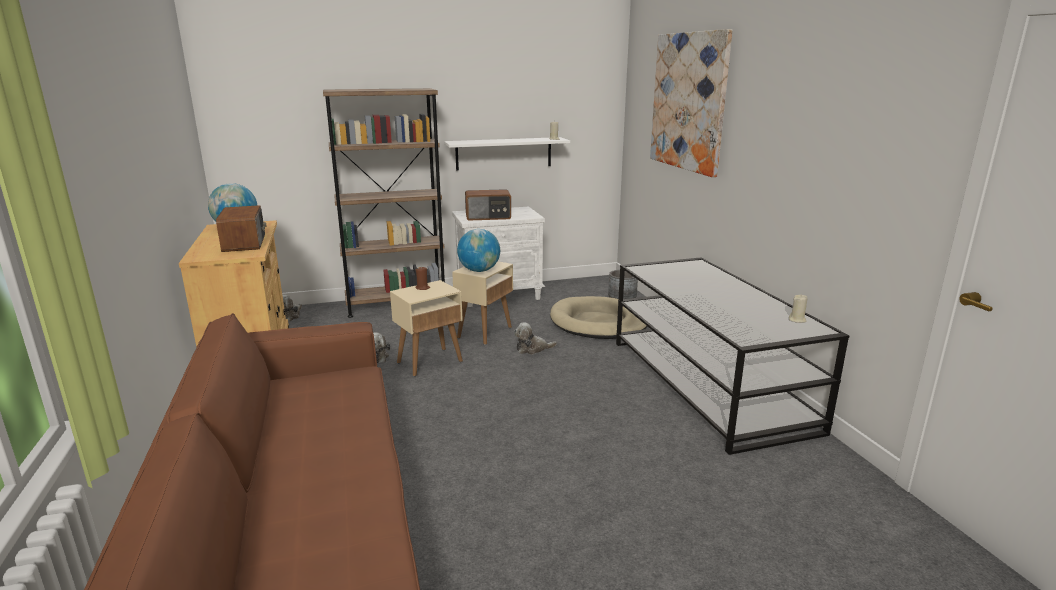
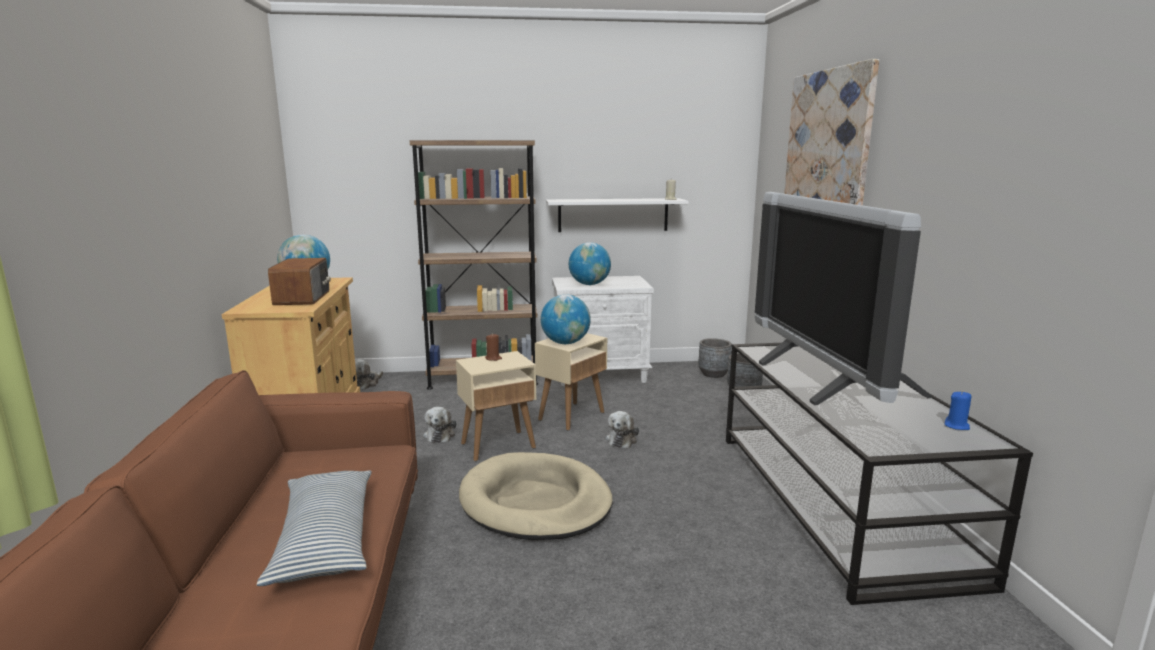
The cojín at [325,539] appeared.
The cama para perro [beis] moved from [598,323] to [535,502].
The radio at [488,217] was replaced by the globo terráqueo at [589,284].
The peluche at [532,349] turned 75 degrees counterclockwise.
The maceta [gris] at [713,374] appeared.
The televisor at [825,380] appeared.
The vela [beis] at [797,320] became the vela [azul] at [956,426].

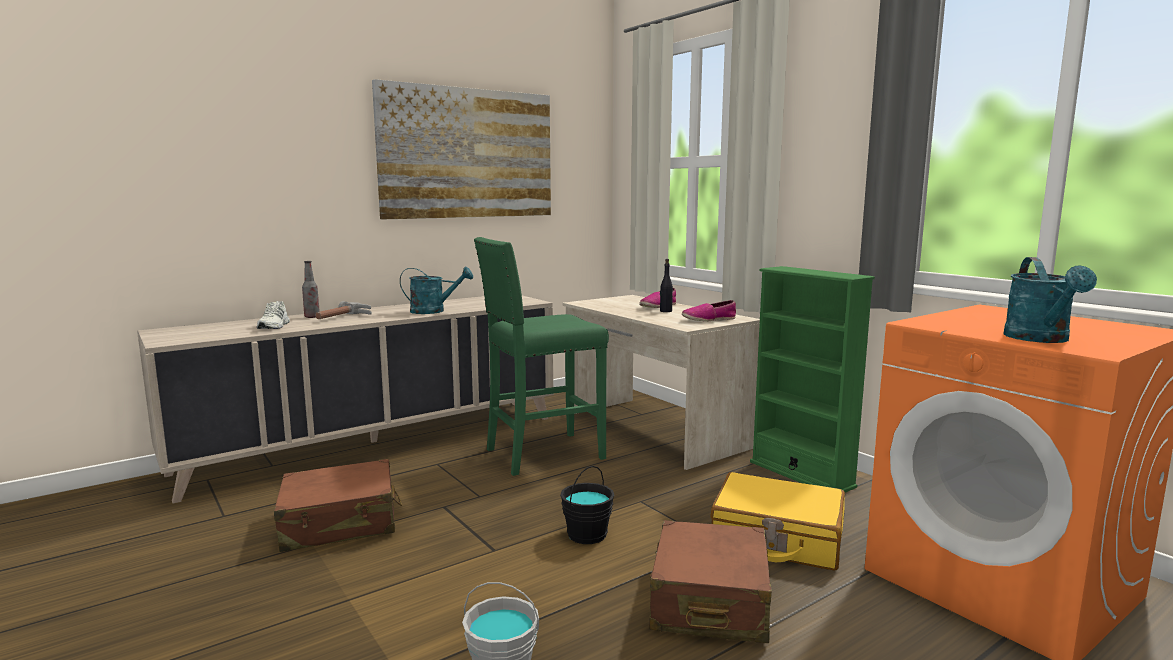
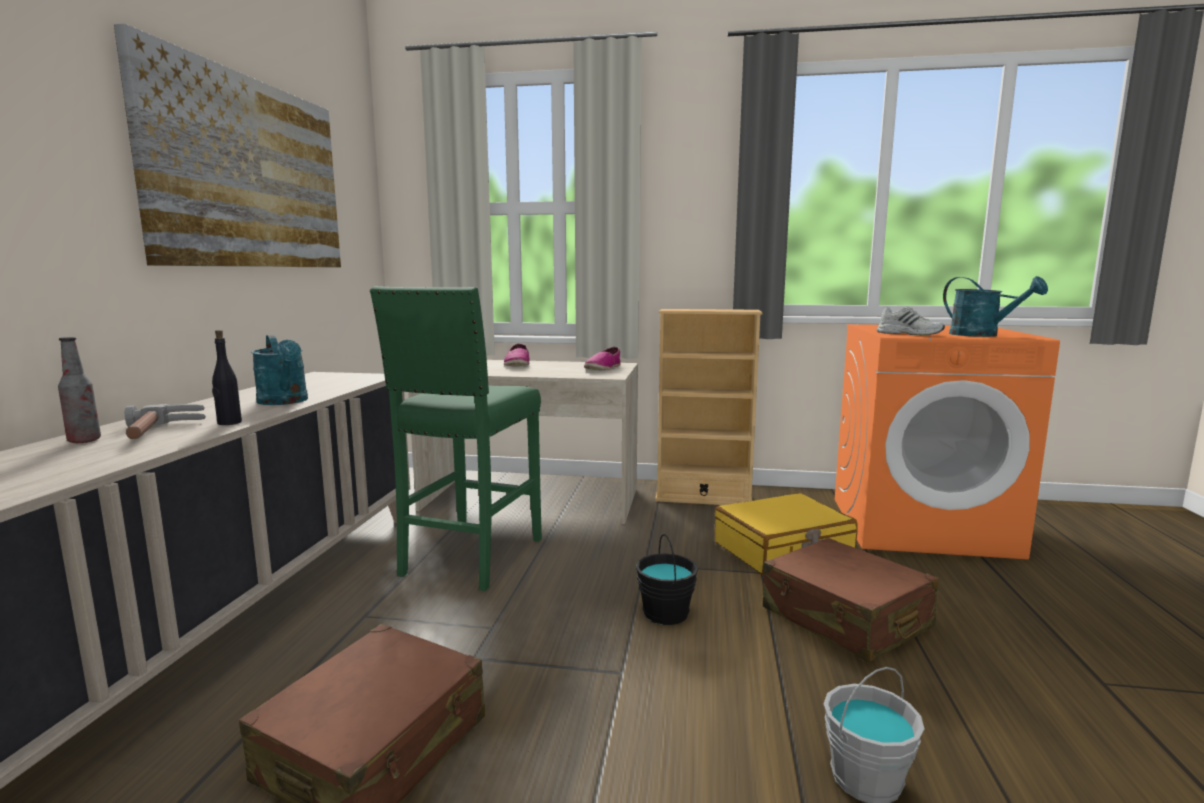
The botella [negro] moved from [665,311] to [229,423].
The regadera [turquesa] at [434,311] turned 105 degrees clockwise.
The estantería [verde] at [801,474] became the estantería [beis] at [703,498].
The zapato [blanco] moved from [274,326] to [909,334].

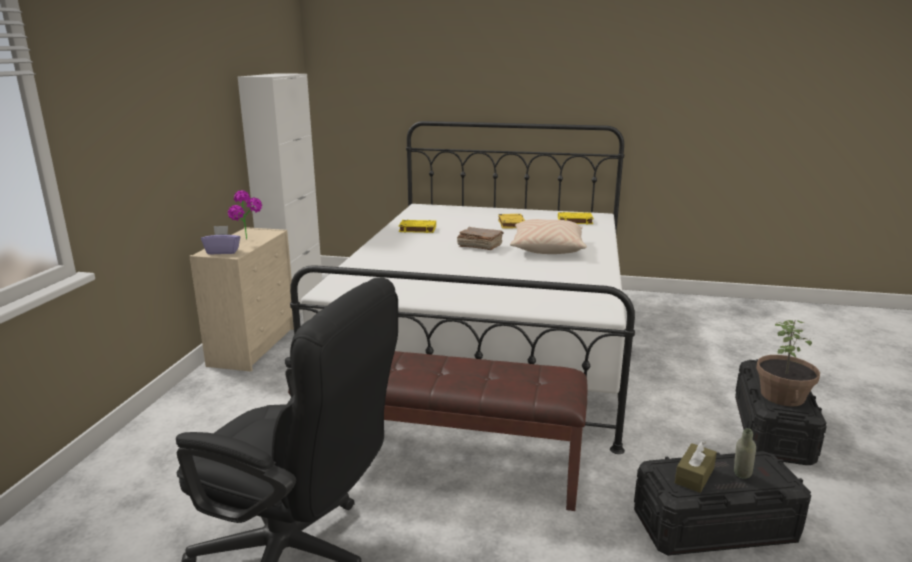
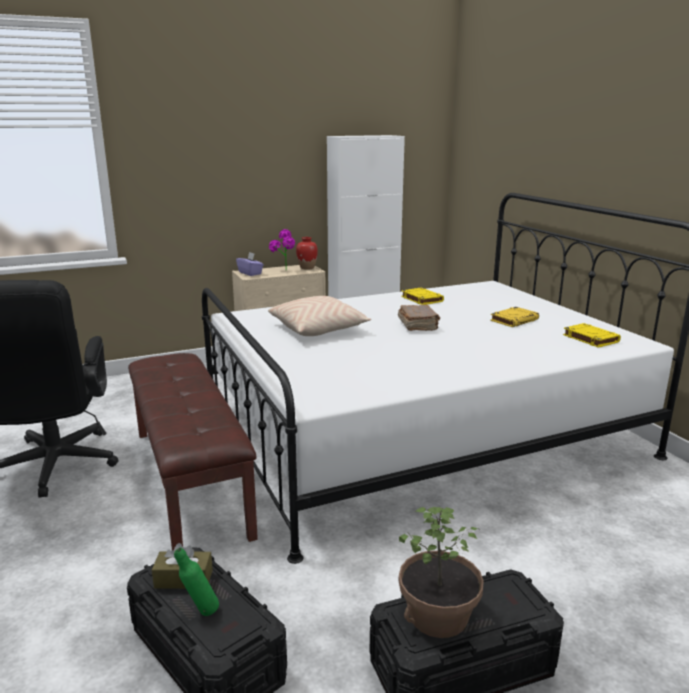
The botella [gris] at [740,479] became the botella [verde] at [200,612].
The cojín [beis] moved from [547,248] to [319,329].
The florero [rojo] at [307,268] appeared.

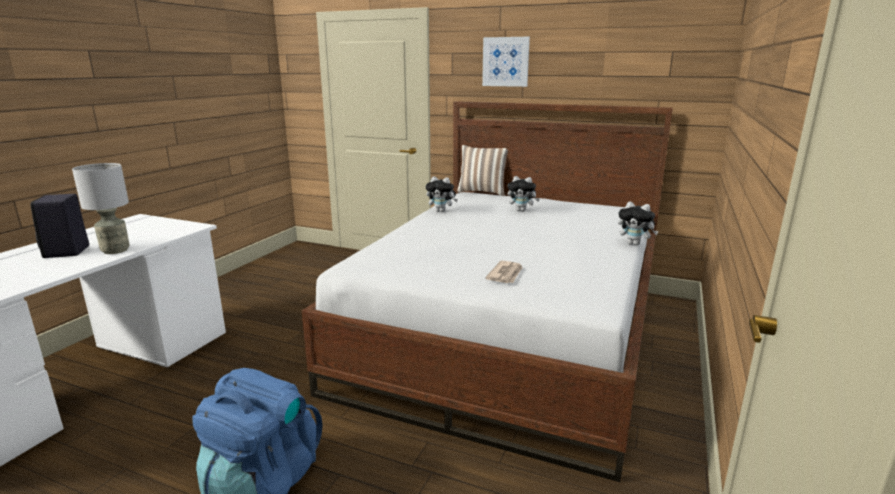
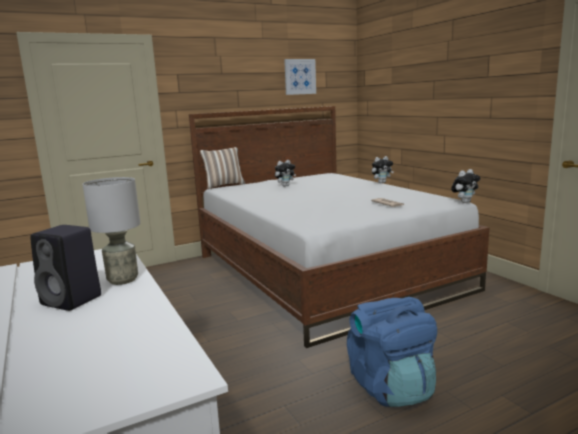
The cuadro moved from [505,62] to [300,76].
The peluche moved from [441,211] to [464,202].

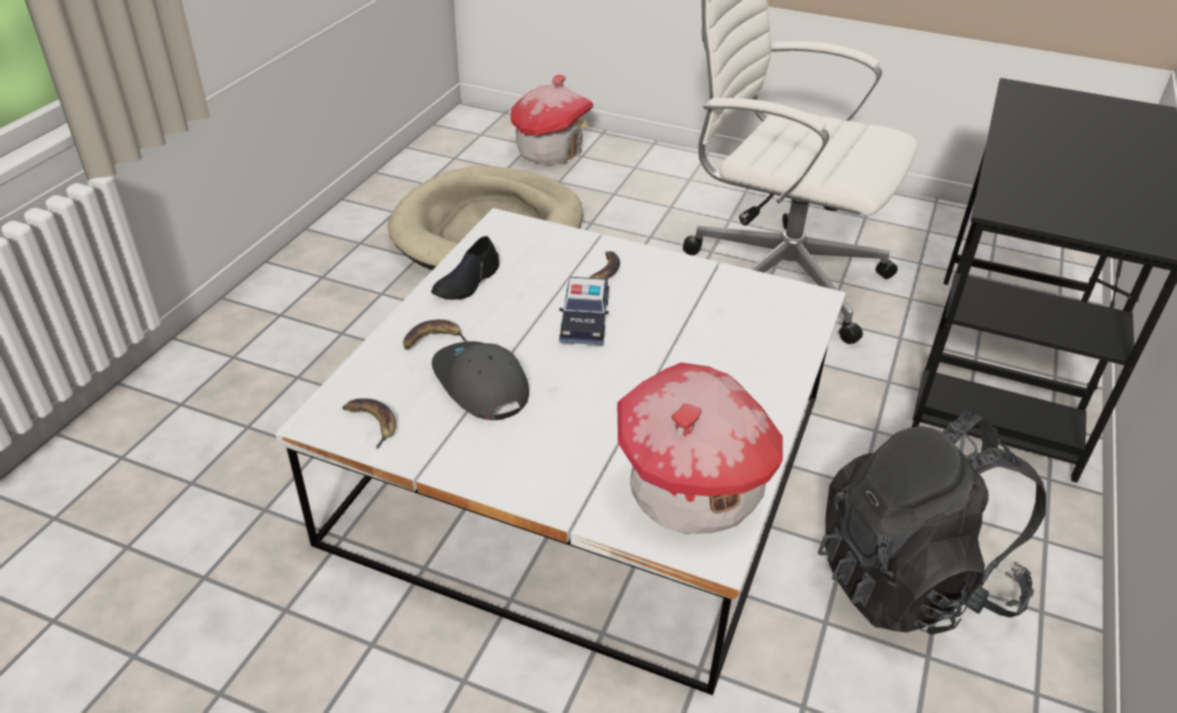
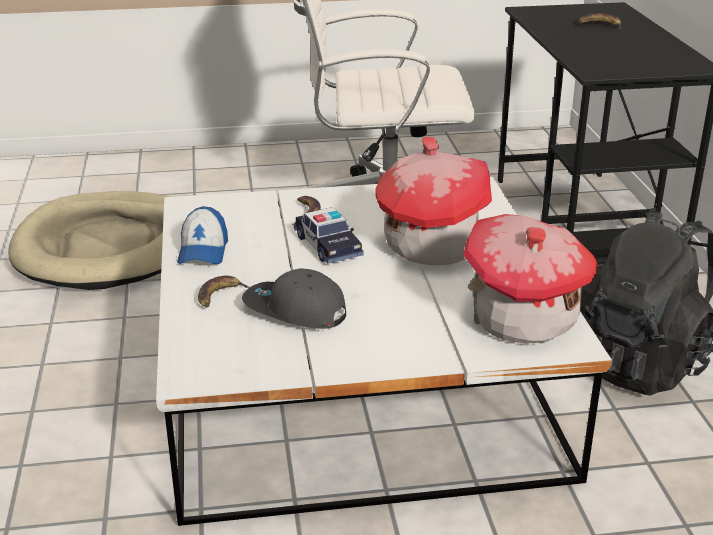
The zapato [negro] at [467,282] was replaced by the gorra at [203,251].
The casita moved from [550,151] to [432,245].
The plátano moved from [371,423] to [599,25].

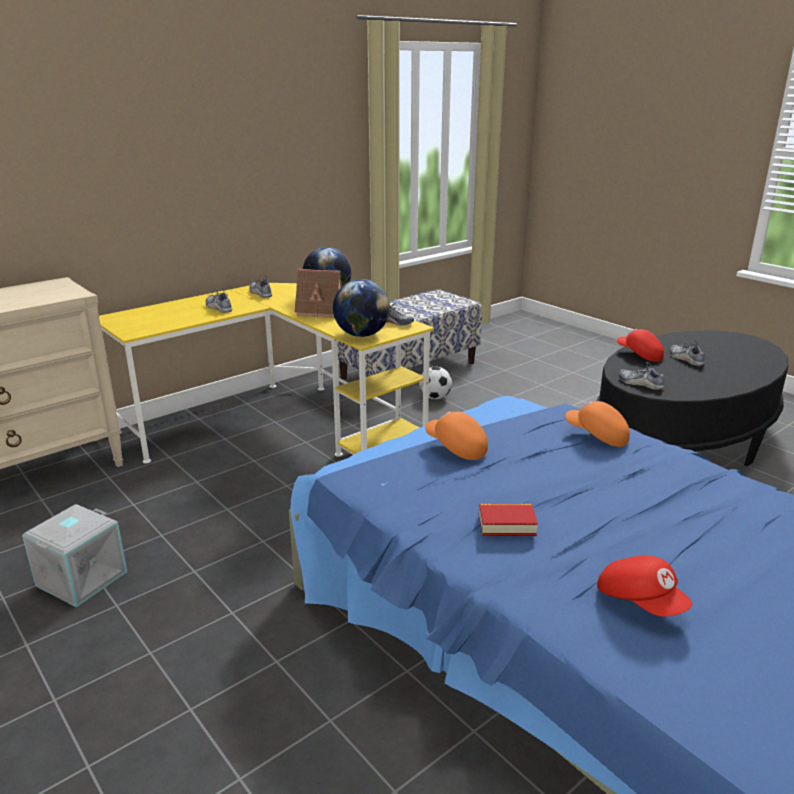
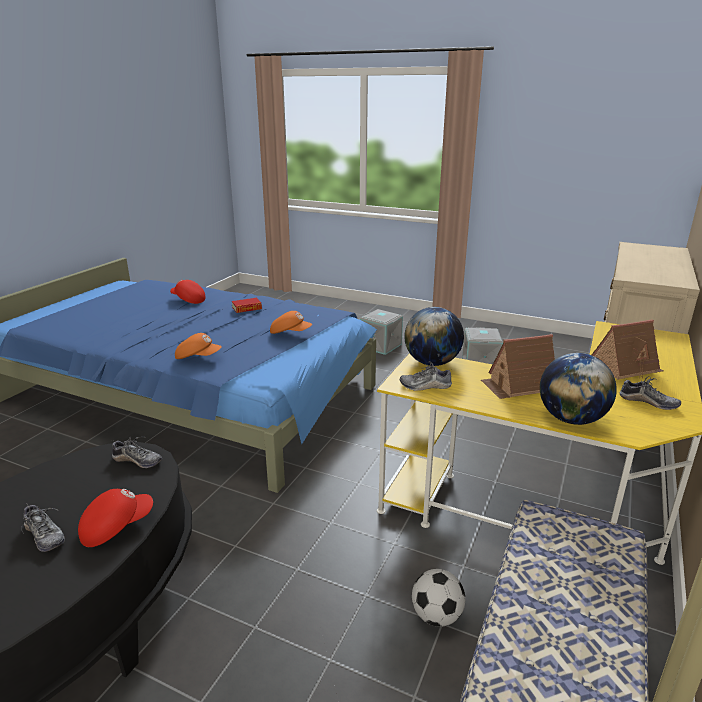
The gorra [rojo] at [639,355] turned 60 degrees counterclockwise.
The caja de almacenaje [gris] at [381,345] appeared.
The zapato at [219,308] was replaced by the casita at [625,367].

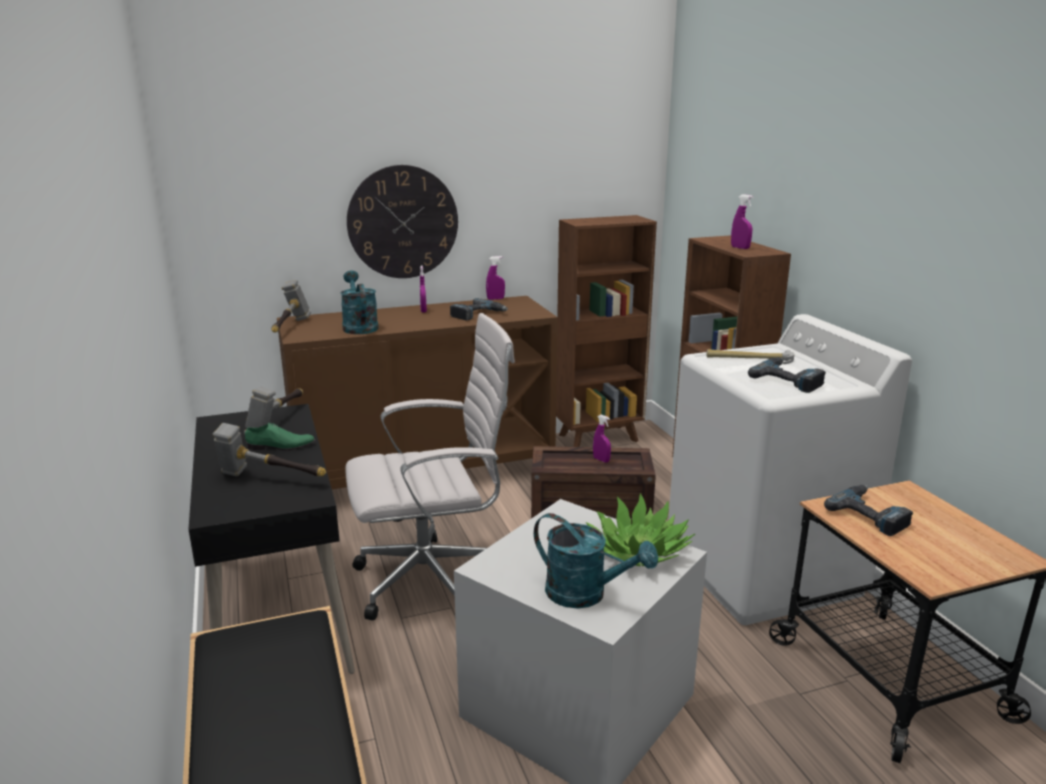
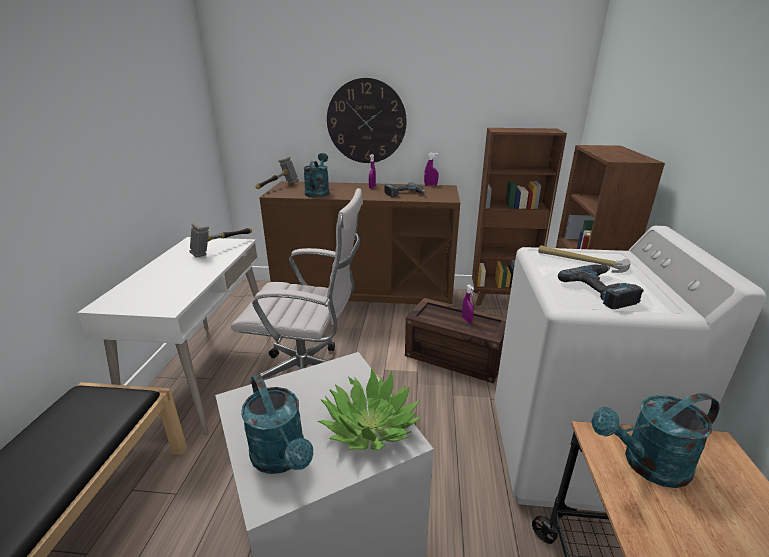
The escritorio [negro] at [277,612] became the escritorio [blanco] at [206,373].
The taladro at [870,514] was replaced by the regadera [turquesa] at [646,465].
The martillo at [269,479] disappeared.
The zapato [verde] at [280,446] disappeared.
The pulverizador [morado] at [740,248] disappeared.

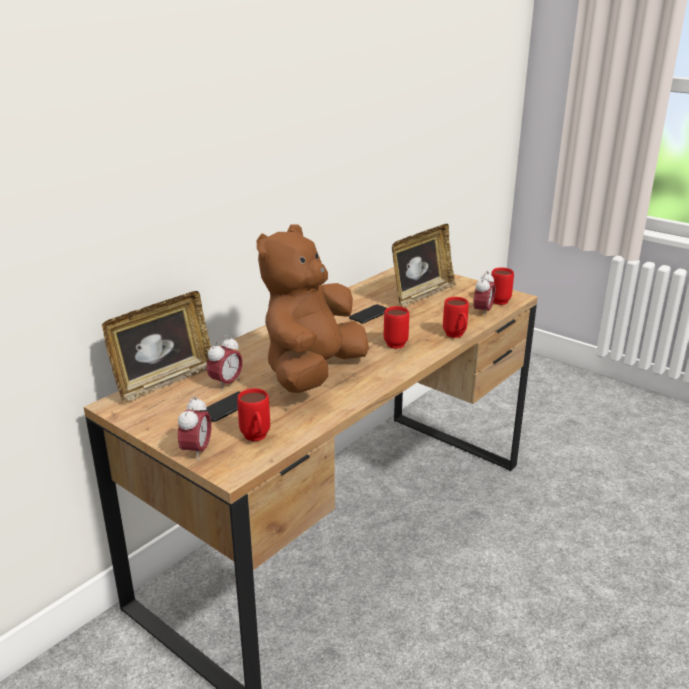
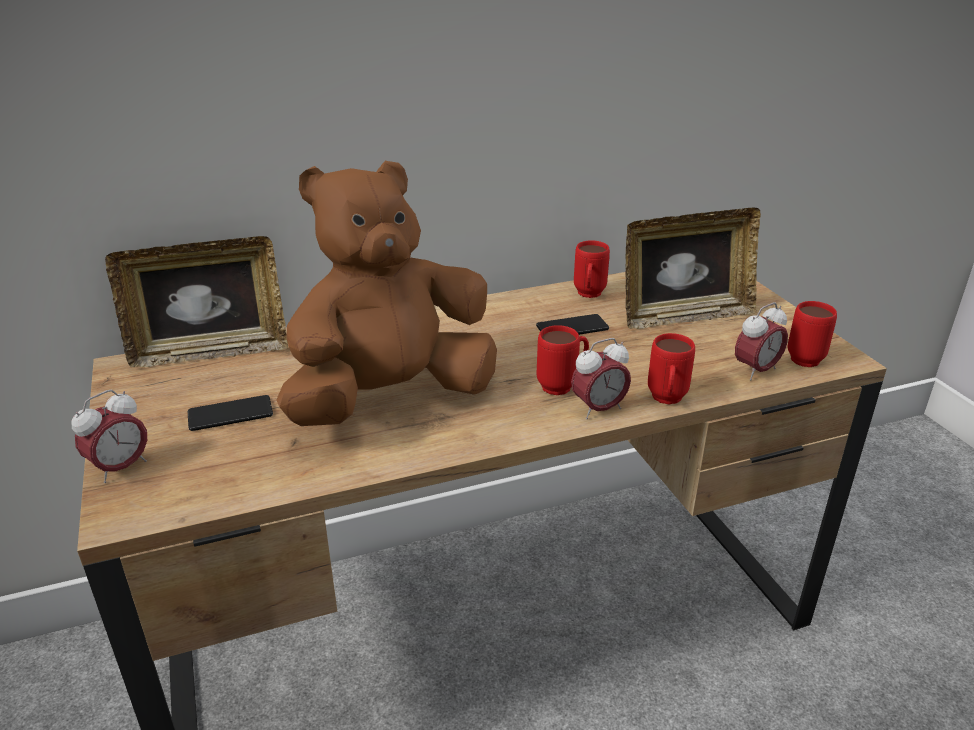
The despertador moved from [226,383] to [598,409].
The taza grande [rojo] moved from [256,439] to [588,296].

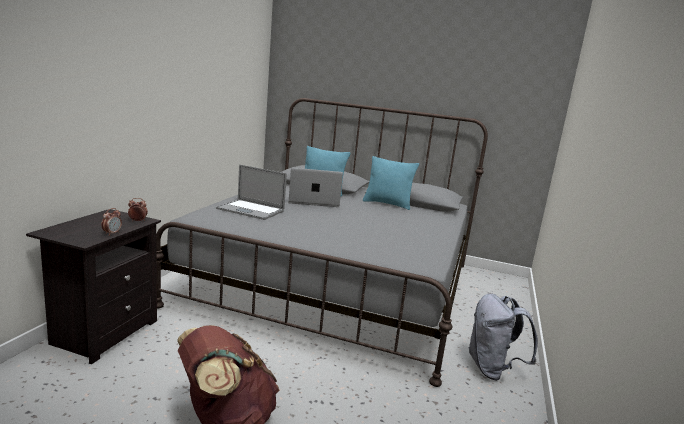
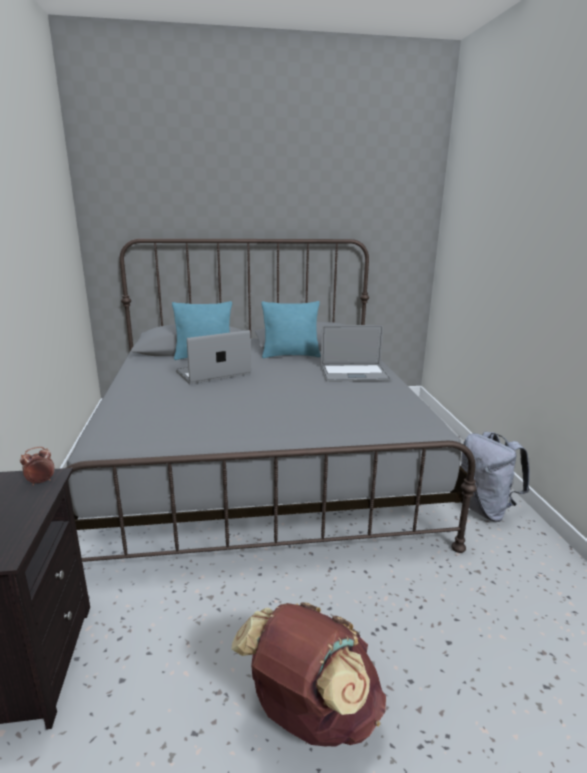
The portátil moved from [250,210] to [354,374].
The despertador at [112,233] disappeared.

